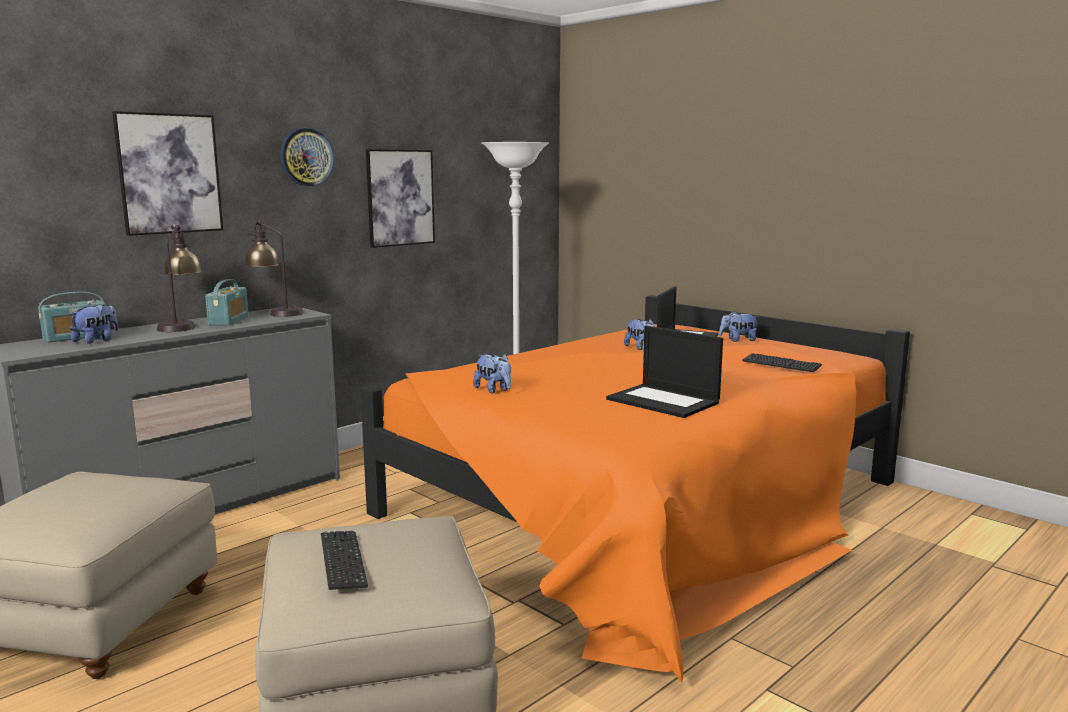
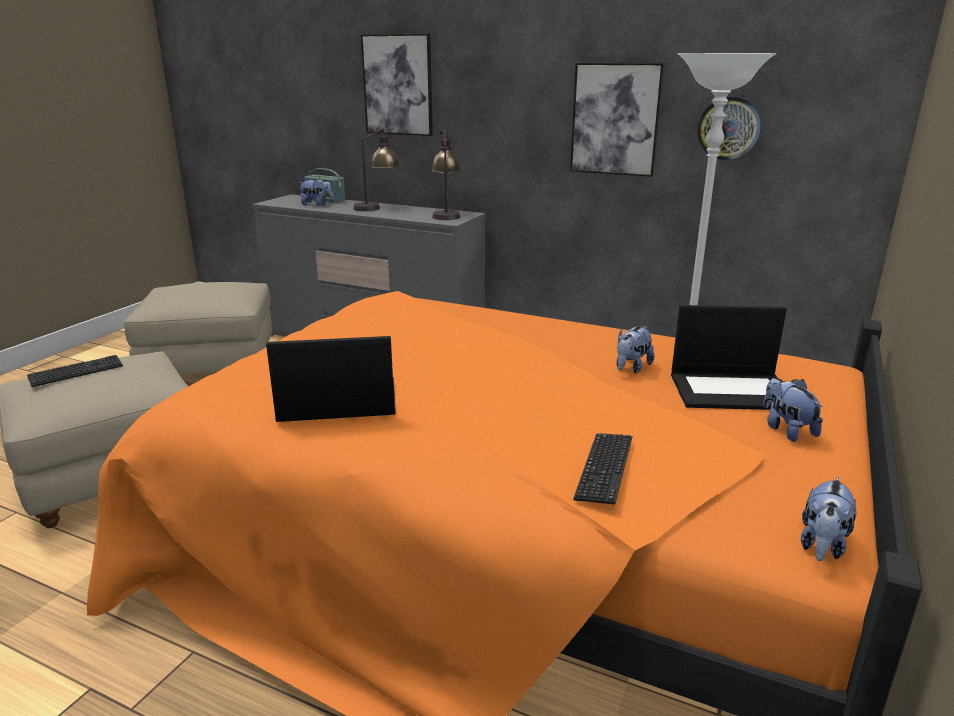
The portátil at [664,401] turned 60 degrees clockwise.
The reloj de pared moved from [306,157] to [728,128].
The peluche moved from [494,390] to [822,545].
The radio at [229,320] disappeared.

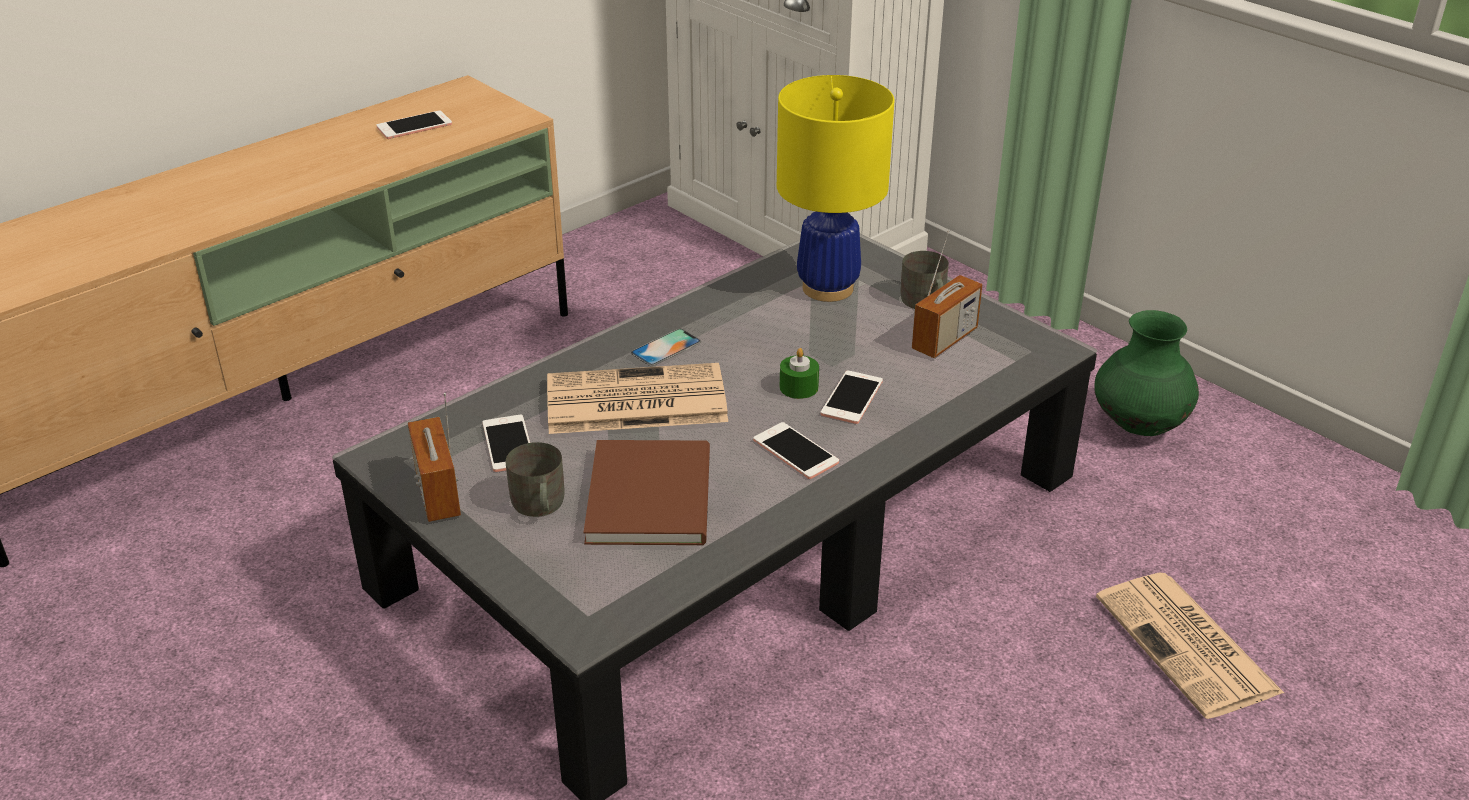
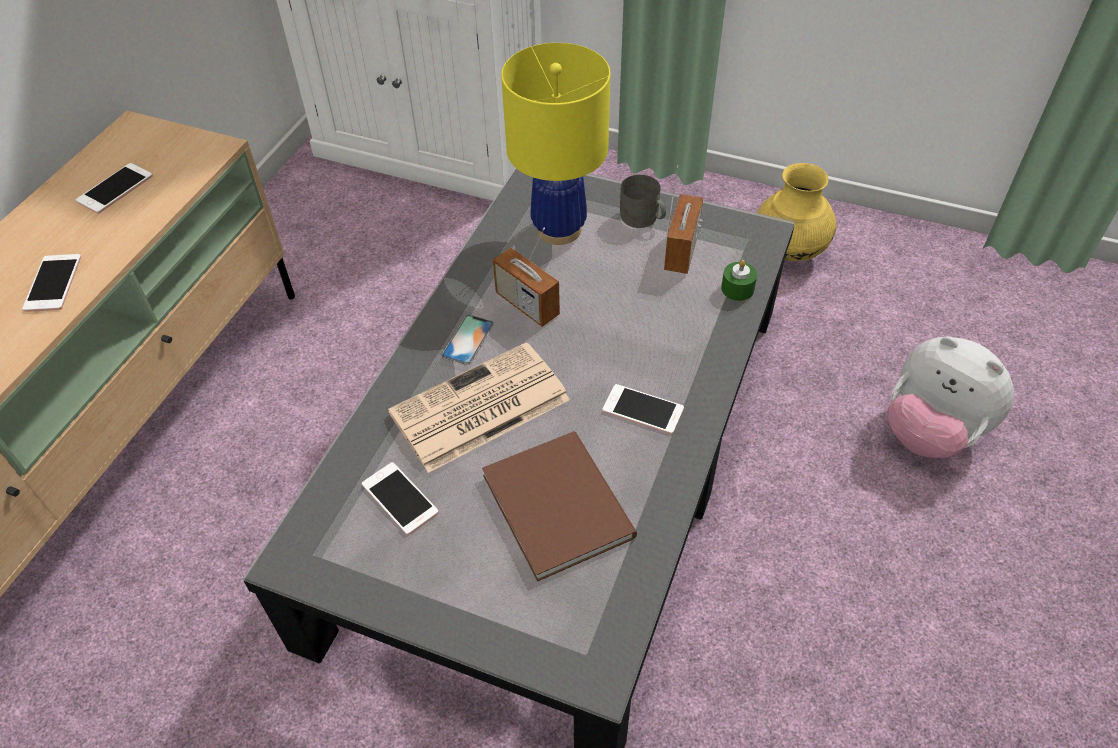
The móvil moved from [852,398] to [53,283].
The radio moved from [437,494] to [527,304].
The vela [verde] moved from [798,387] to [737,288].
The florero [verde] at [1139,426] became the florero [amarillo] at [789,251].
The periódico at [1189,646] was replaced by the peluche at [930,432].
The taza grande [gris] at [538,505] disappeared.

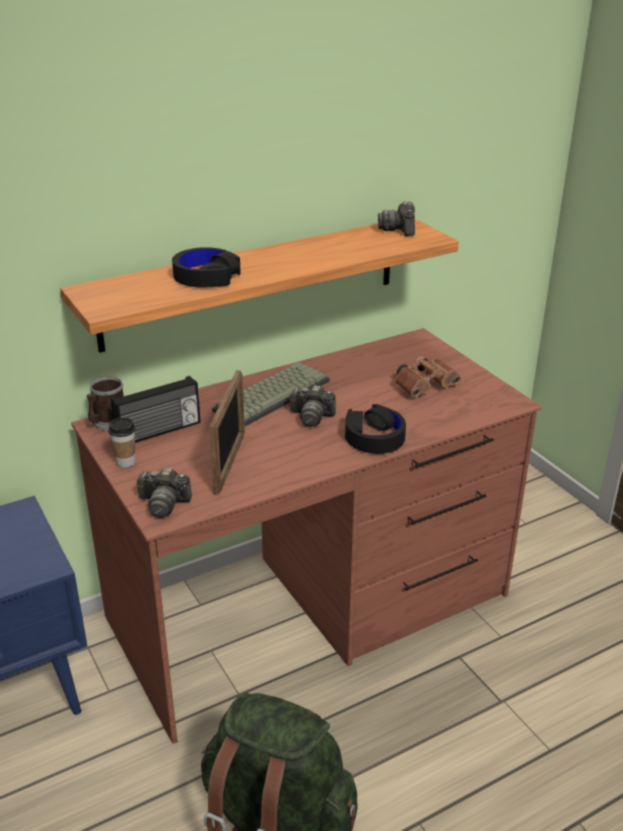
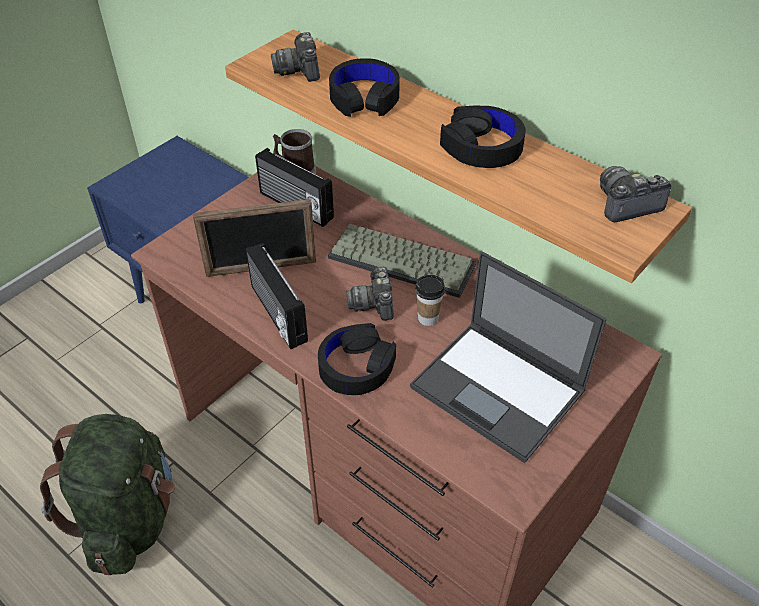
The radio at [277,314] appeared.
The cámara moved from [164,504] to [299,70].
The prismáticos [marrón] at [426,387] was replaced by the portátil at [499,390].
The taza moved from [125,462] to [428,318].
The auriculares [negro] at [482,146] appeared.

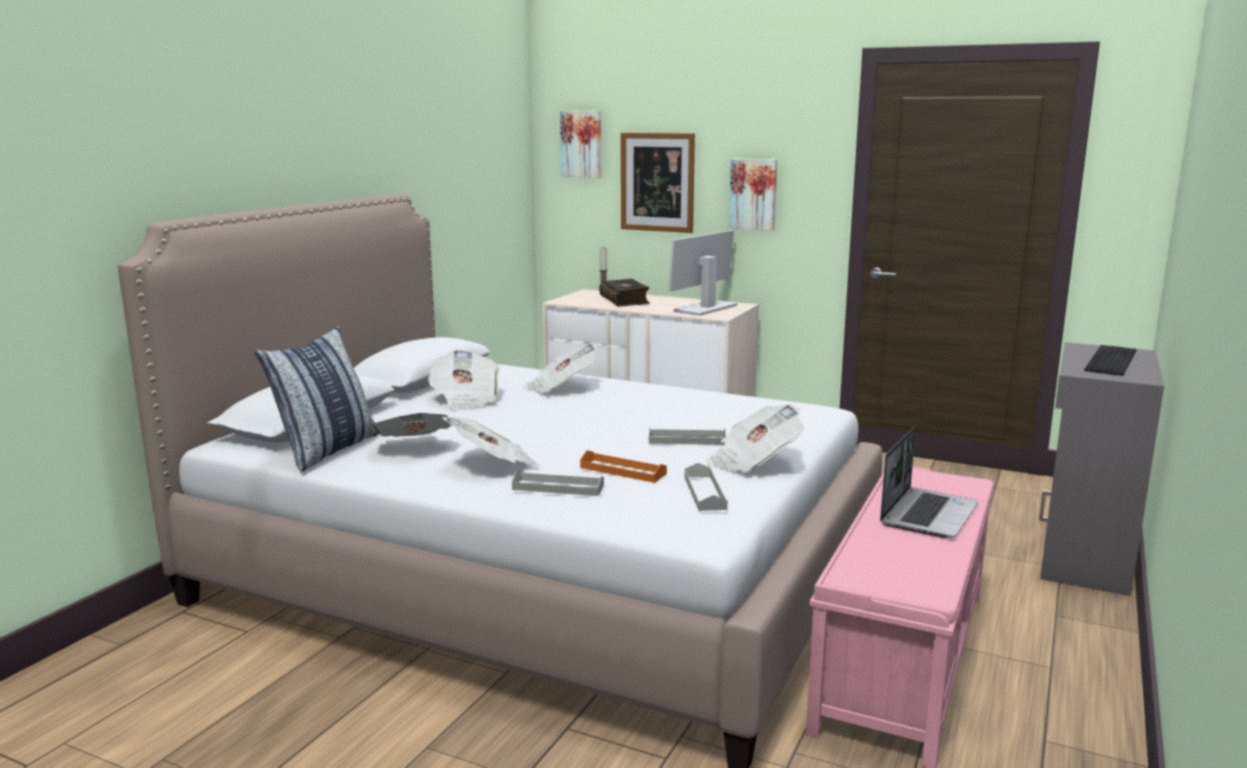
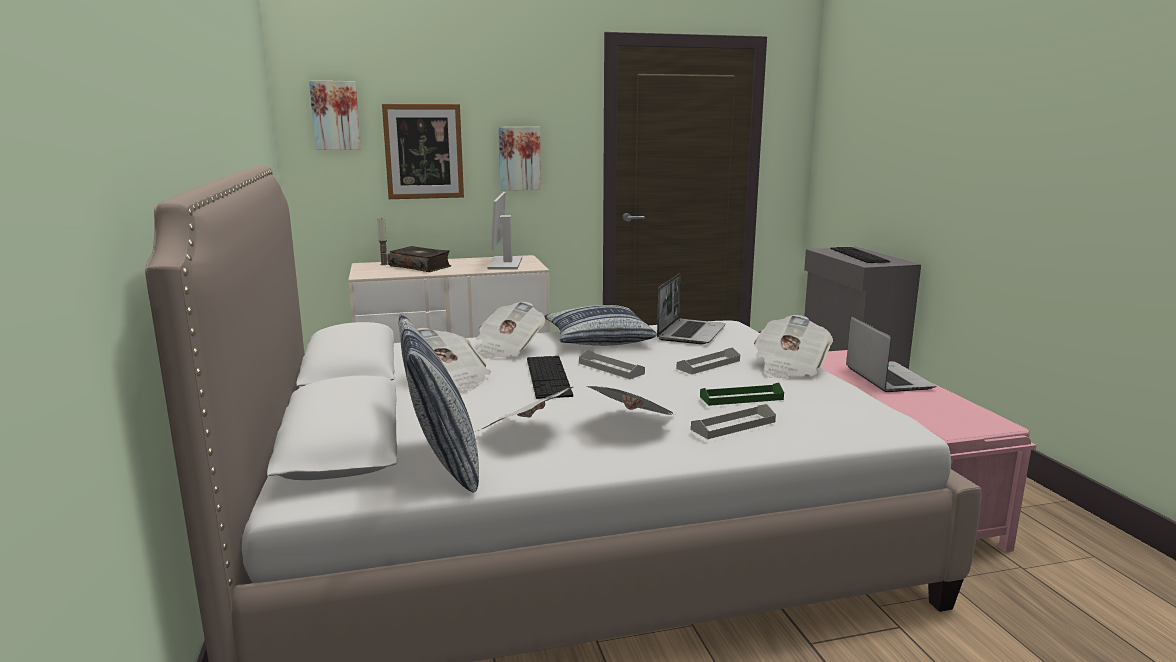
The teclado at [548,376] appeared.
The cojín at [598,339] appeared.
The bandeja [gris] moved from [705,492] to [611,368].
The portátil at [690,333] appeared.
The bandeja [naranja] at [623,471] became the bandeja [verde] at [741,398].

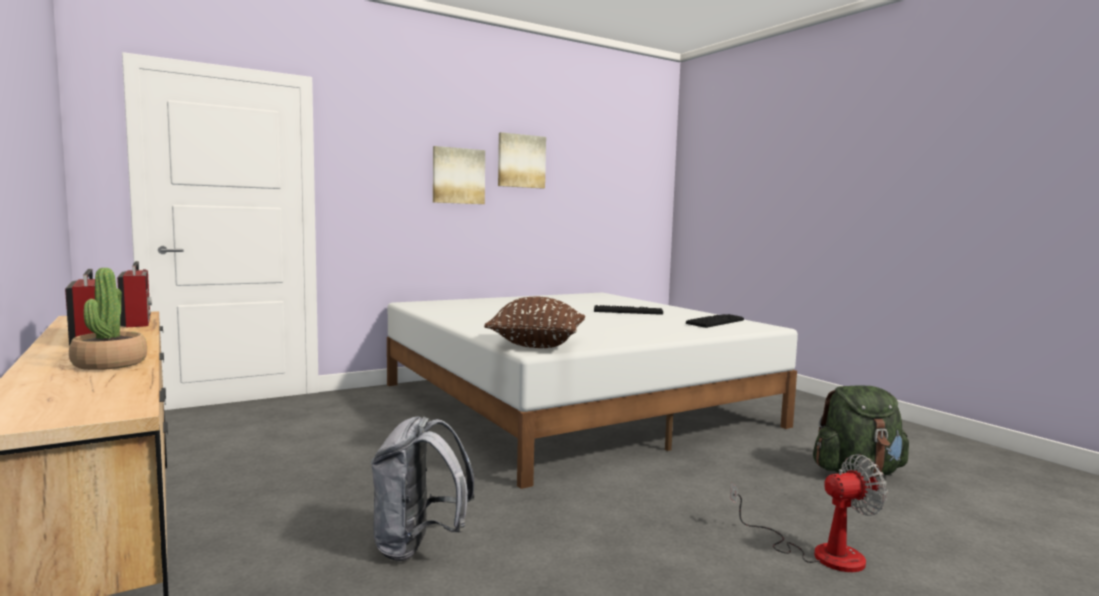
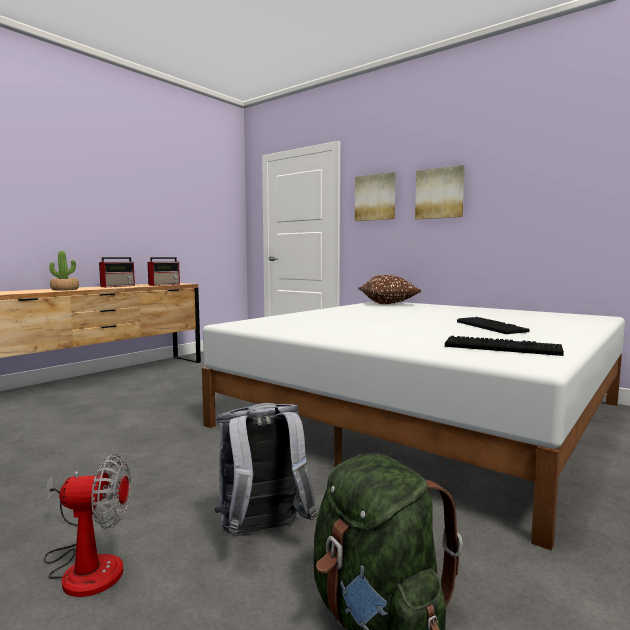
The ventilador at [819,553] turned 60 degrees counterclockwise.
The mochila [gris] moved from [419,546] to [262,532].
The cuadro moved from [521,161] to [375,197].
The cojín [marrón] moved from [537,345] to [388,303].

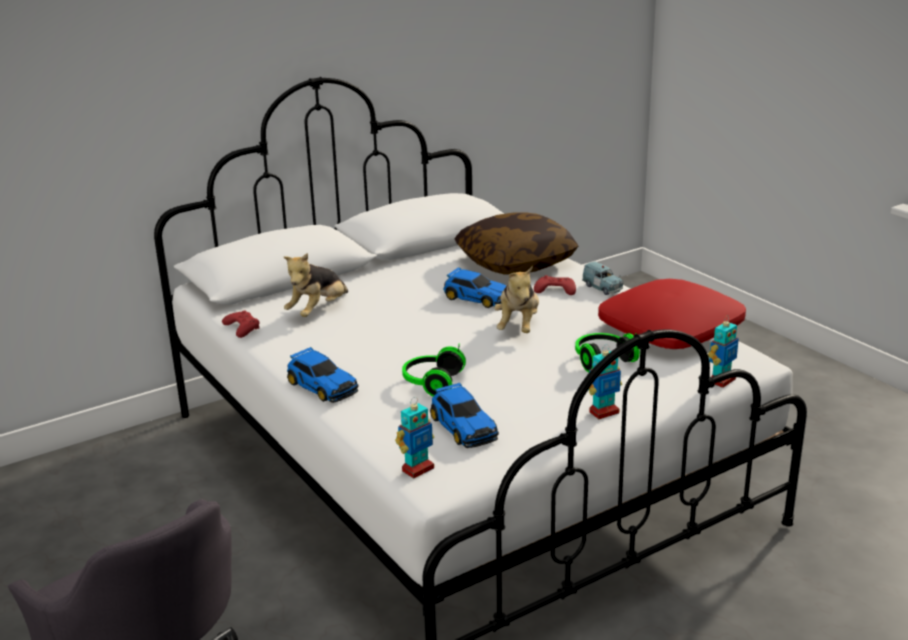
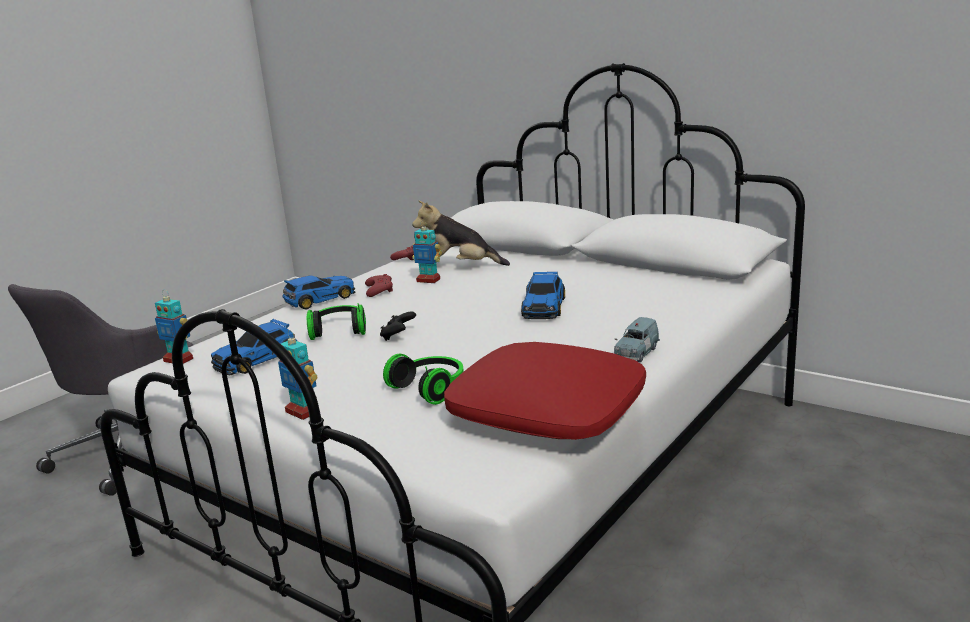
The coche de juguete at [322,386] turned 150 degrees counterclockwise.
The mando de consola [rojo] moved from [555,290] to [379,289].
The mando de consola [negro] at [398,336] appeared.
The robot de juguete moved from [721,380] to [428,280].
The cojín at [516,262] disappeared.
The peluche at [518,326] disappeared.

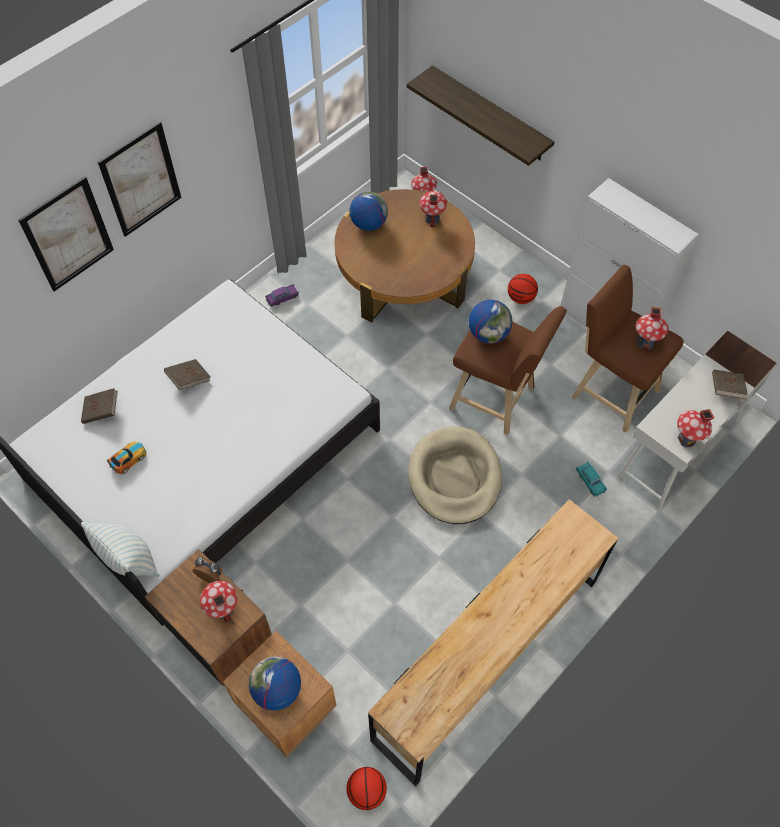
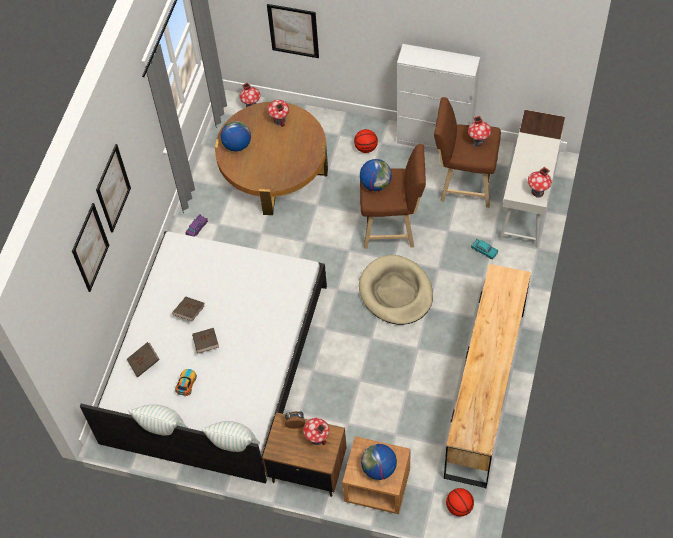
The cojín at [162,428] appeared.
The libro [marrón] moved from [726,389] to [206,344].
The estante at [490,114] was replaced by the cuadro at [293,31].

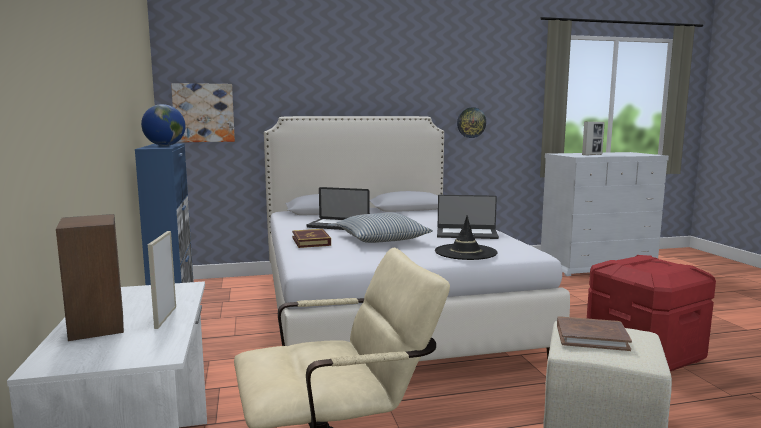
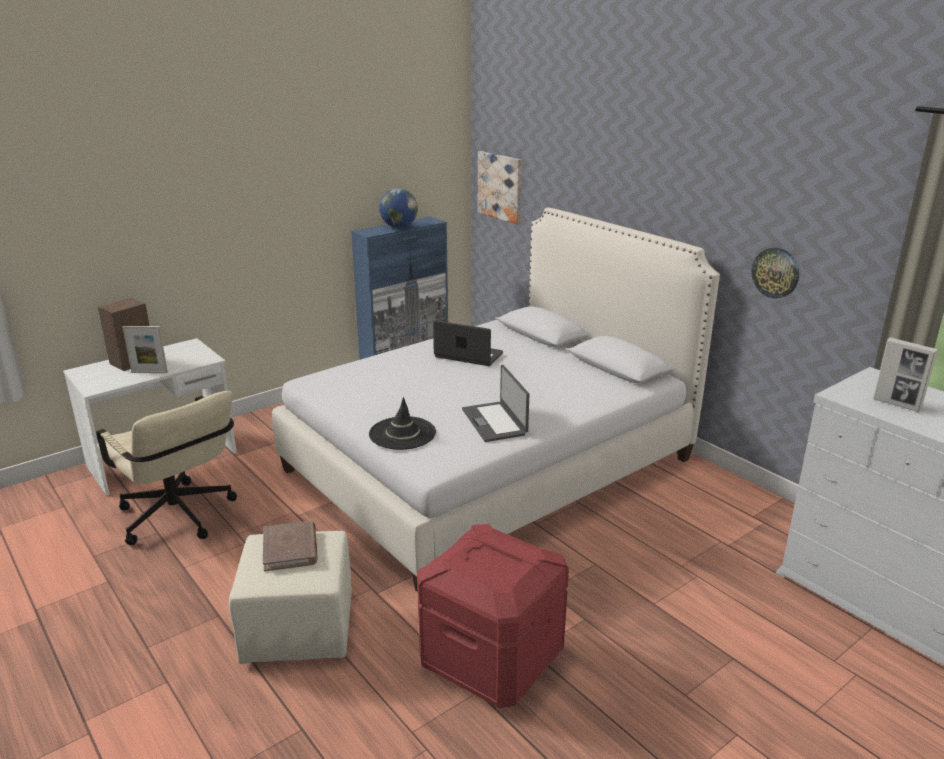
The portarretratos at [165,317] turned 150 degrees counterclockwise.
The portátil at [338,226] turned 120 degrees clockwise.
The libro at [311,241] disappeared.
The cojín at [381,239] disappeared.

